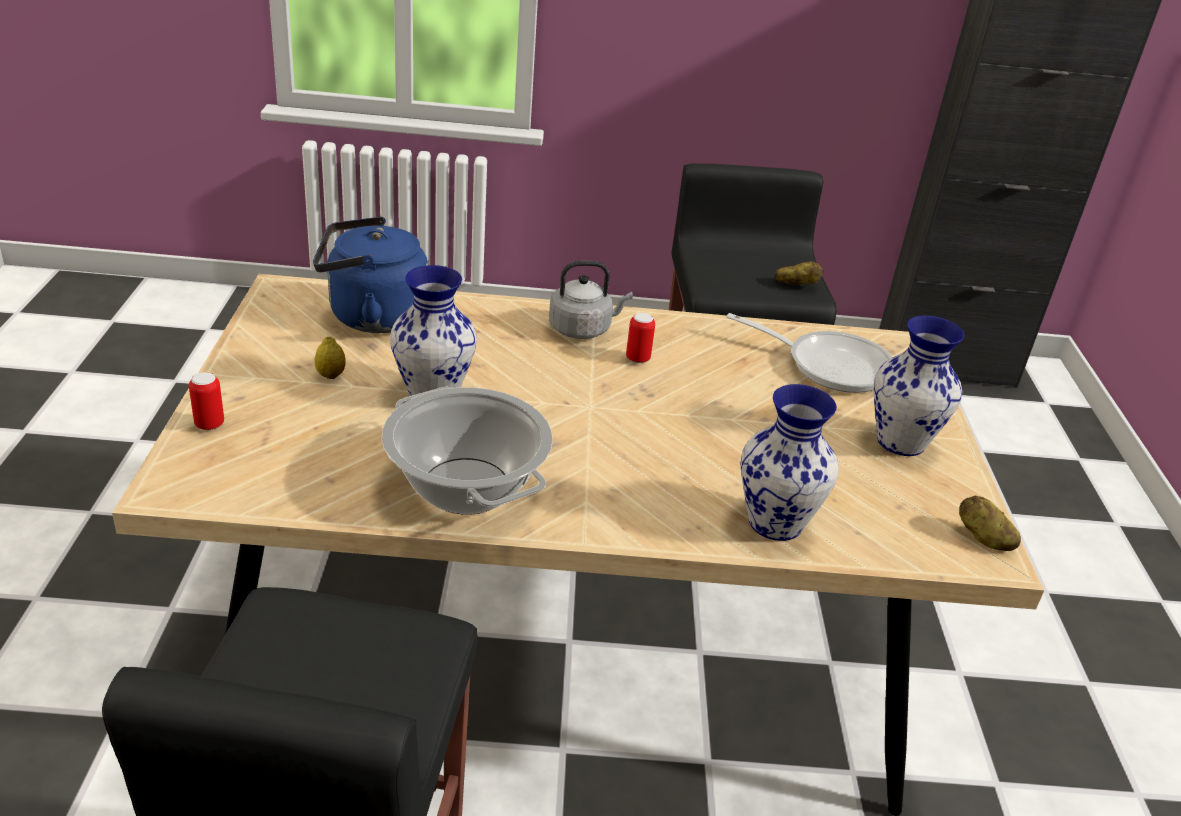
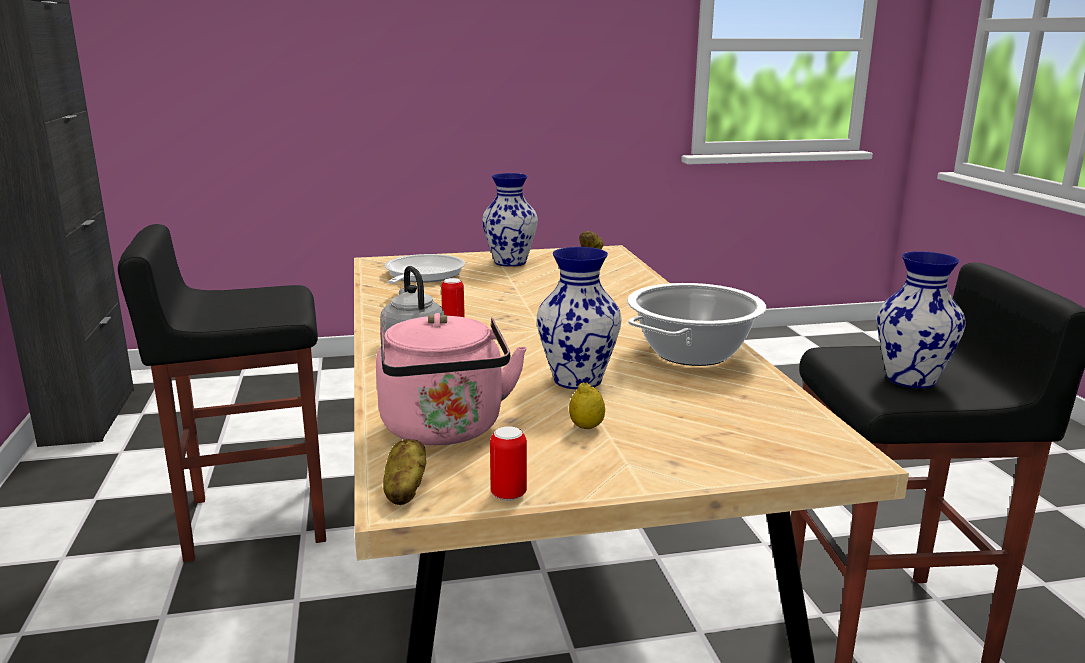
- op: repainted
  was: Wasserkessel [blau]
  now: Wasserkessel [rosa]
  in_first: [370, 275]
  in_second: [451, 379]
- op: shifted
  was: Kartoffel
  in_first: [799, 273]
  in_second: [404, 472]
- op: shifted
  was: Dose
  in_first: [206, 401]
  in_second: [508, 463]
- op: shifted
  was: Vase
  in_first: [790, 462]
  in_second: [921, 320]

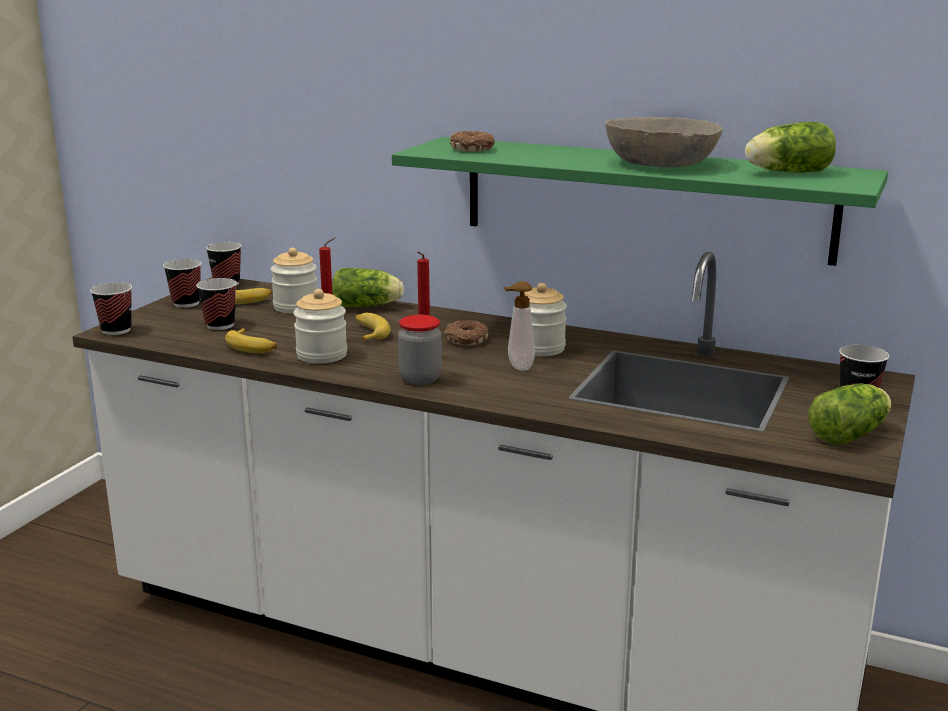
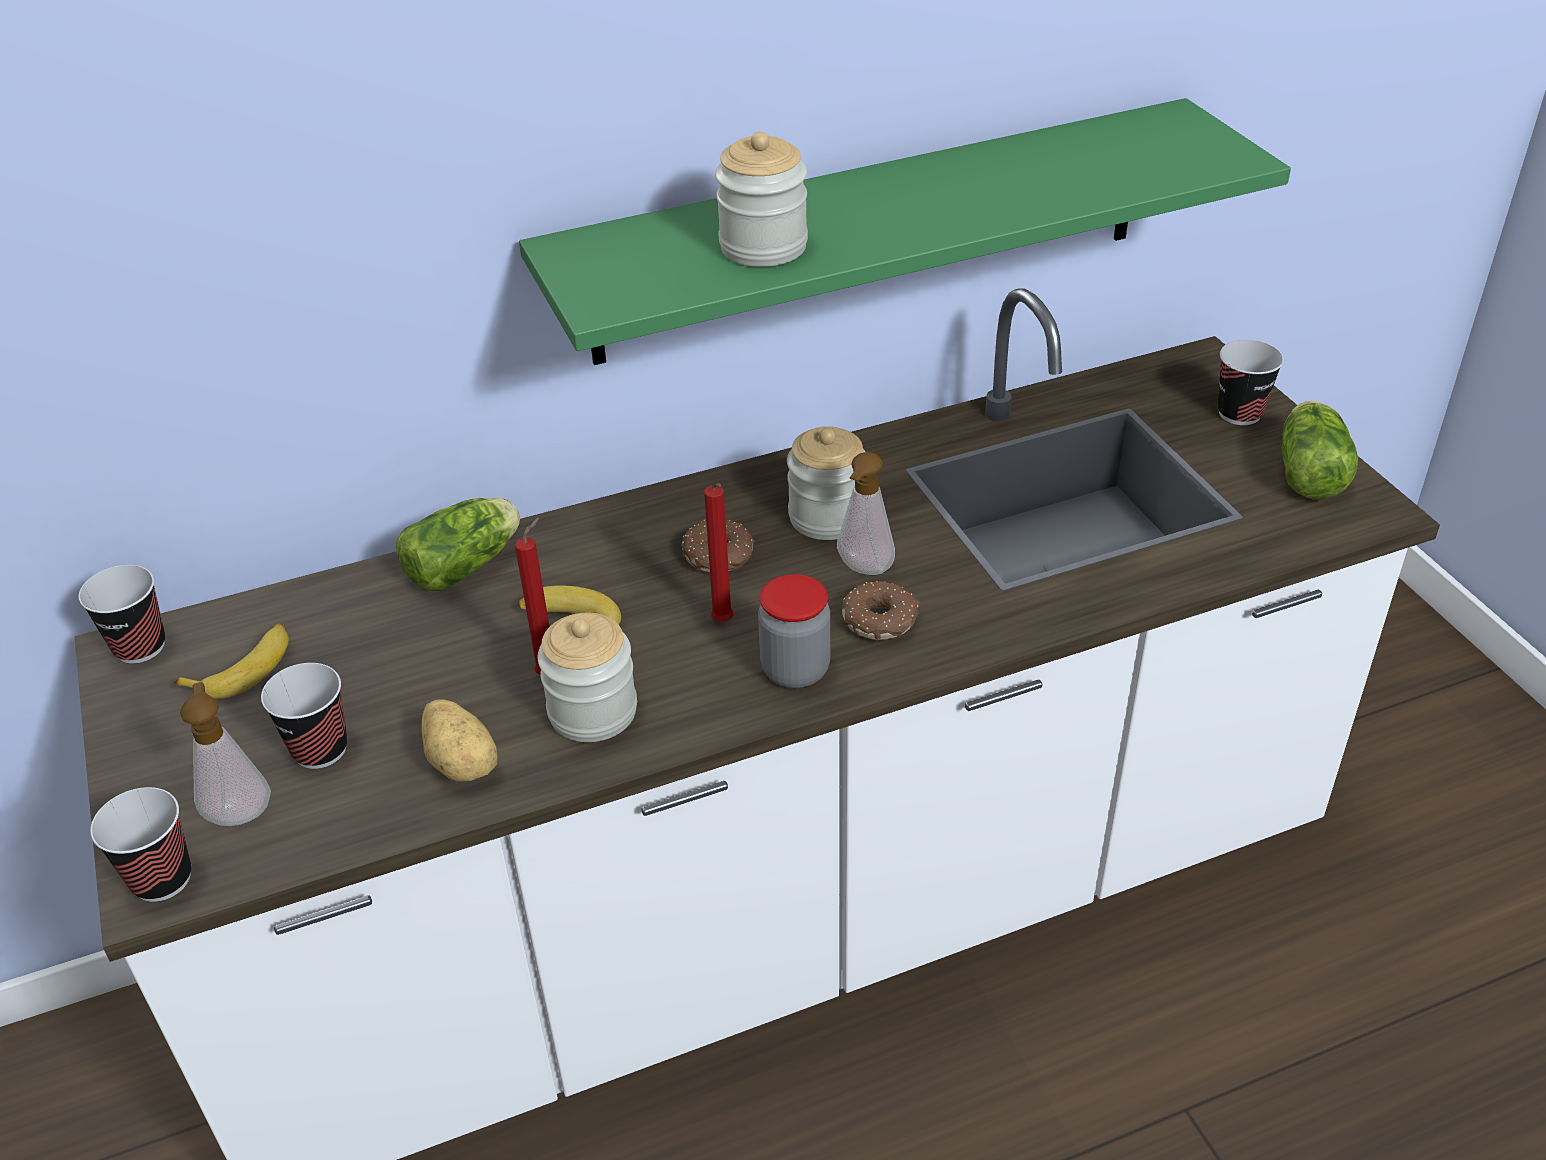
- op: gone
  was: Schüssel [grau]
  in_first: [664, 142]
- op: gone
  was: Salatkopf
  in_first: [790, 147]
- op: shifted
  was: Donut
  in_first: [472, 141]
  in_second: [881, 610]
- op: shifted
  was: Vorratsglas
  in_first: [294, 280]
  in_second: [761, 199]
- op: gone
  was: Tasse
  in_first: [182, 283]
- op: swapped
  was: Banane
  now: Kartoffel
  in_first: [251, 340]
  in_second: [459, 740]
- op: new
  now: Seifenspender
  in_second: [225, 754]

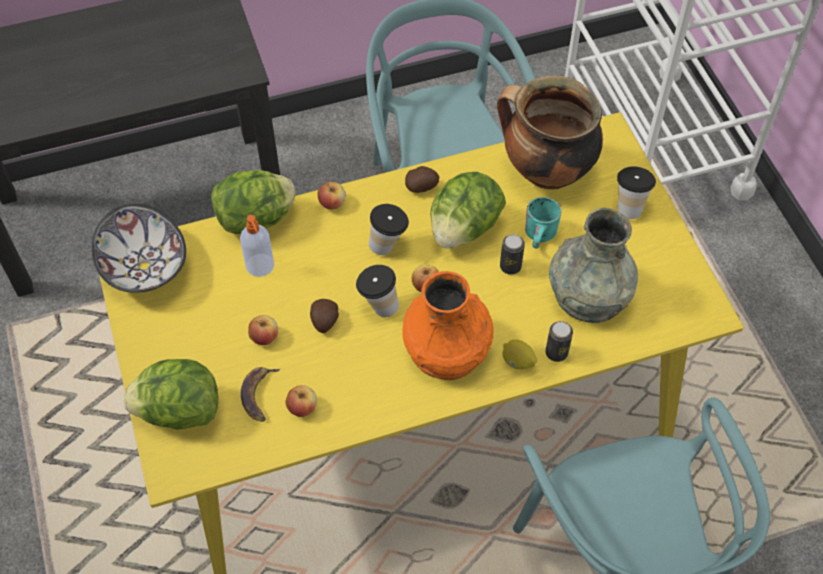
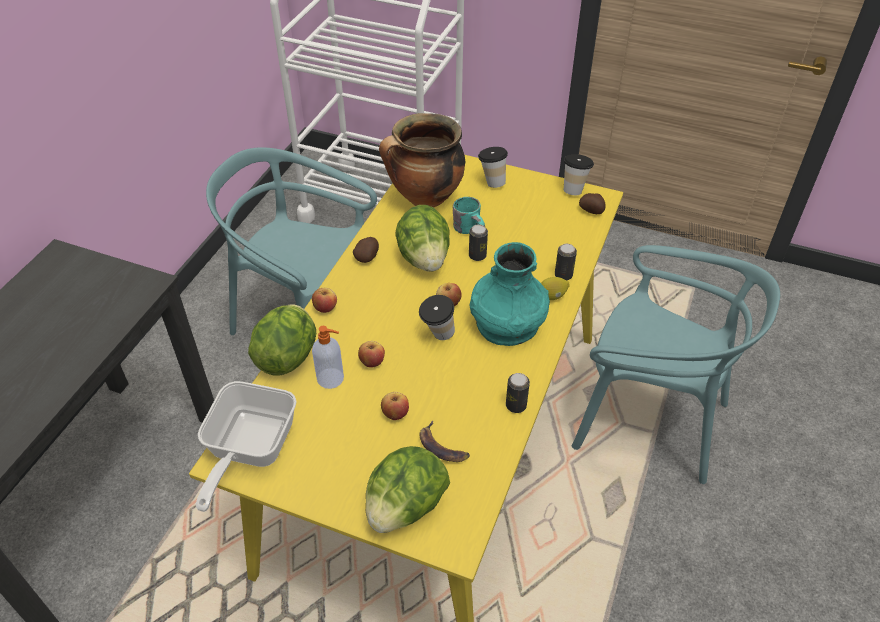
- op: swapped
  was: Schüssel
  now: Pfanne
  in_first: [139, 248]
  in_second: [246, 446]
- op: shifted
  was: Tasse
  in_first: [389, 229]
  in_second: [579, 174]
- op: gone
  was: Vase [grau]
  in_first: [593, 265]
- op: repainted
  was: Vase [orange]
  now: Vase [türkis]
  in_first: [447, 325]
  in_second: [510, 294]
- op: shifted
  was: Kartoffel
  in_first: [324, 316]
  in_second: [592, 203]
- op: shifted
  was: Apfel
  in_first: [301, 401]
  in_second: [371, 354]
- op: new
  now: Dose
  in_second: [518, 393]

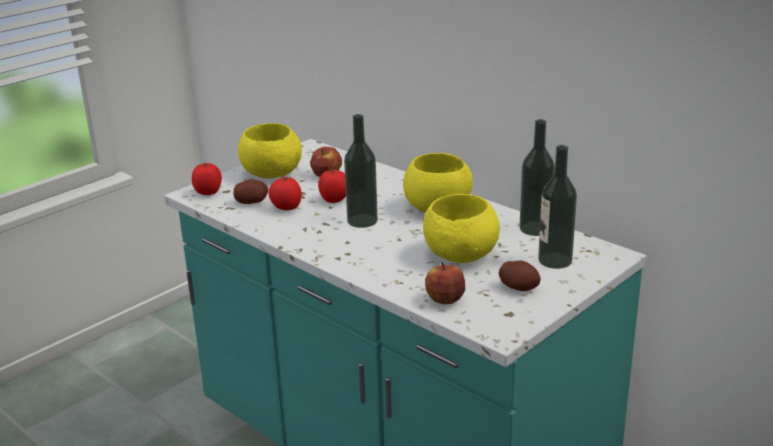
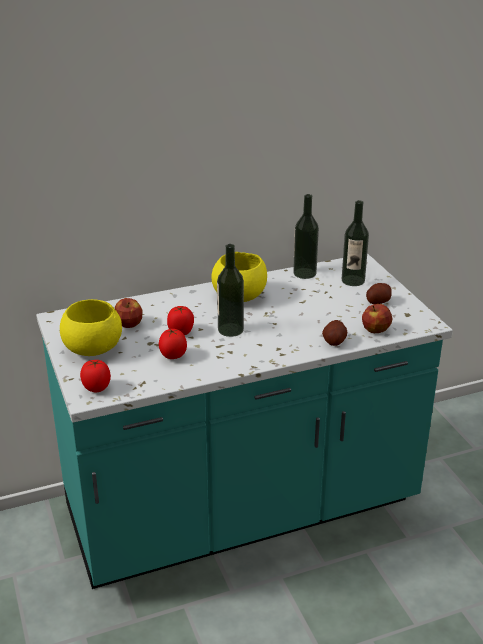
- op: shifted
  was: Kartoffel
  in_first: [251, 191]
  in_second: [334, 333]
- op: gone
  was: Schüssel [gelb]
  in_first: [461, 228]

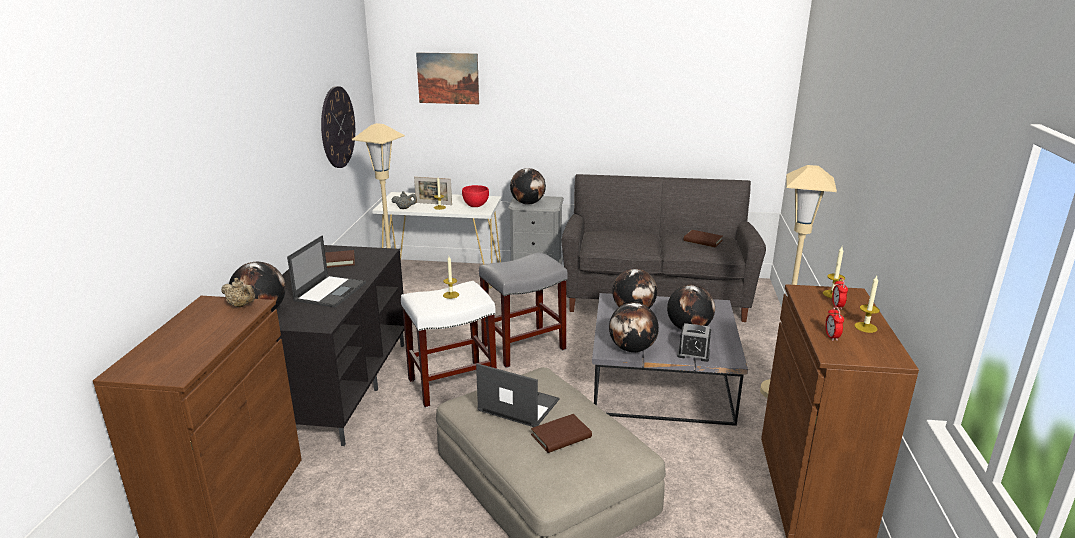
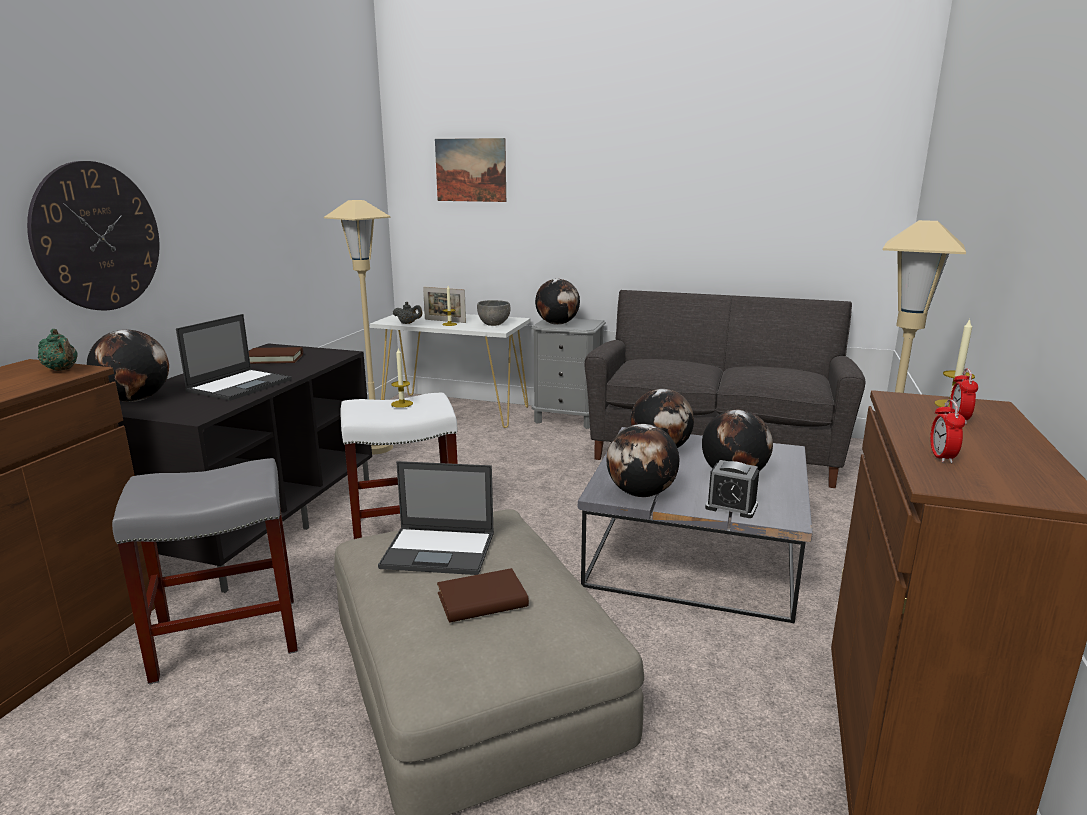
- op: shifted
  was: Wanduhr
  in_first: [338, 127]
  in_second: [93, 235]
- op: repainted
  was: Schüssel [rot]
  now: Schüssel [grau]
  in_first: [475, 196]
  in_second: [493, 313]
- op: gone
  was: Buch [braun]
  in_first: [703, 238]
- op: shifted
  was: Hocker [grau]
  in_first: [523, 310]
  in_second: [205, 571]
- op: gone
  was: Kerze
  in_first: [867, 304]
- op: repainted
  was: Teekanne [beige]
  now: Teekanne [grün]
  in_first: [238, 292]
  in_second: [58, 350]
- op: rotated
  was: Laptop
  in_first: [517, 395]
  in_second: [436, 518]
  clockwise: 150

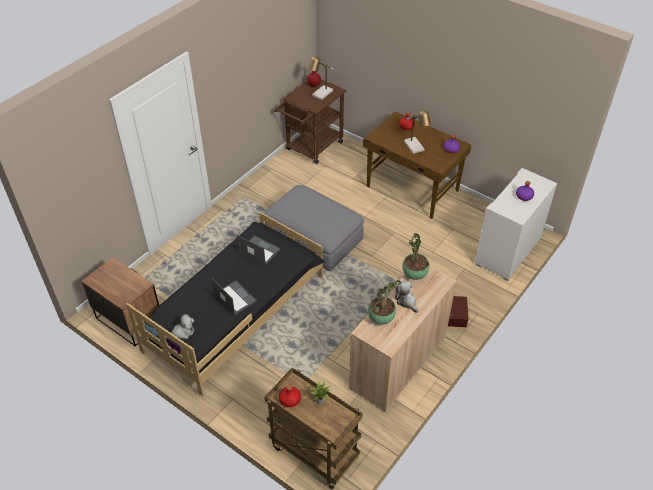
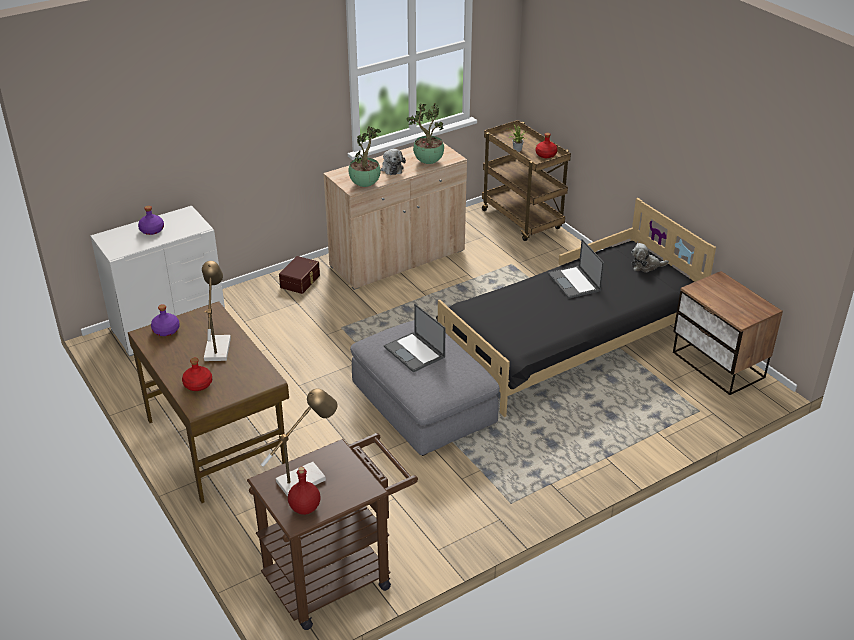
- op: shifted
  was: Laptop
  in_first: [259, 250]
  in_second: [414, 338]

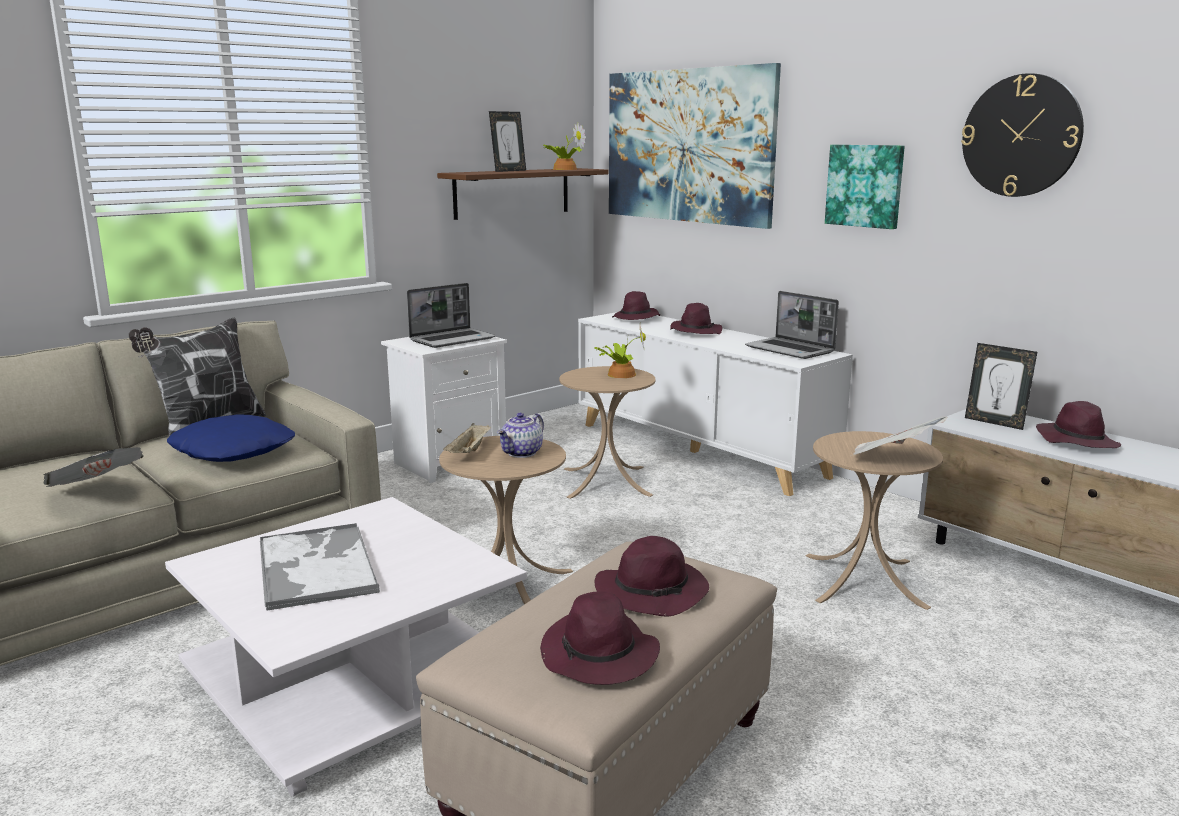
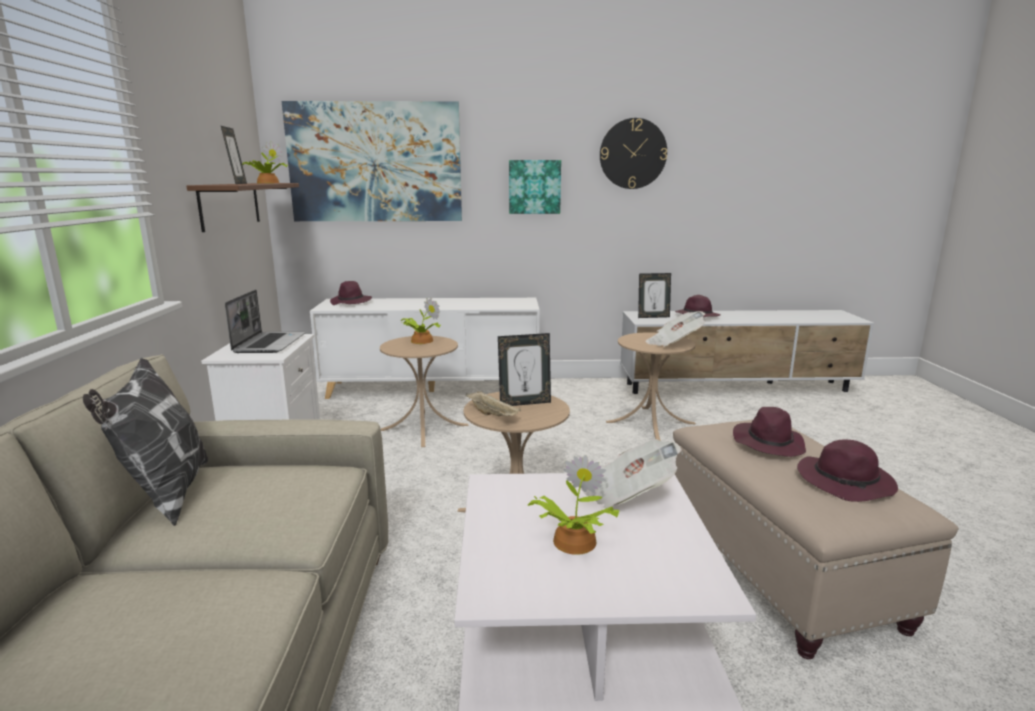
- op: gone
  was: Laptop
  in_first: [792, 325]
- op: gone
  was: Hut [lila]
  in_first: [696, 318]
- op: swapped
  was: Teekanne
  now: Bilderrahmen
  in_first: [520, 435]
  in_second: [524, 369]
- op: gone
  was: Kissen [blau]
  in_first: [231, 438]
- op: shifted
  was: Zeitung
  in_first: [94, 467]
  in_second: [631, 474]
- op: swapped
  was: Tablett
  now: Topfpflanze
  in_first: [320, 567]
  in_second: [572, 505]

